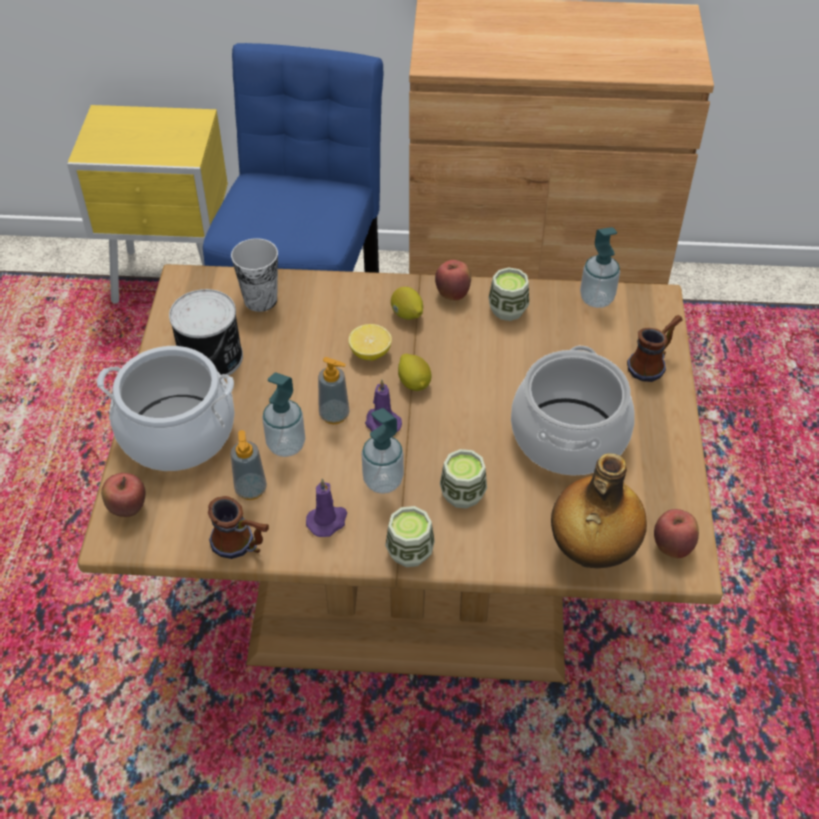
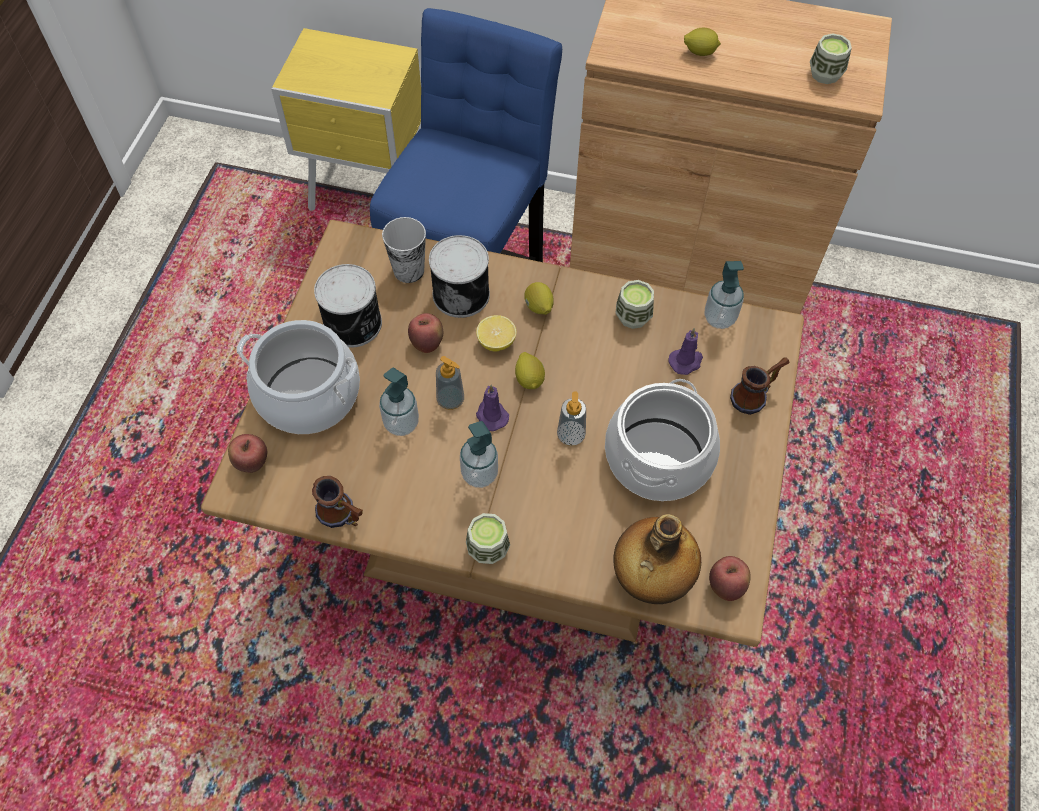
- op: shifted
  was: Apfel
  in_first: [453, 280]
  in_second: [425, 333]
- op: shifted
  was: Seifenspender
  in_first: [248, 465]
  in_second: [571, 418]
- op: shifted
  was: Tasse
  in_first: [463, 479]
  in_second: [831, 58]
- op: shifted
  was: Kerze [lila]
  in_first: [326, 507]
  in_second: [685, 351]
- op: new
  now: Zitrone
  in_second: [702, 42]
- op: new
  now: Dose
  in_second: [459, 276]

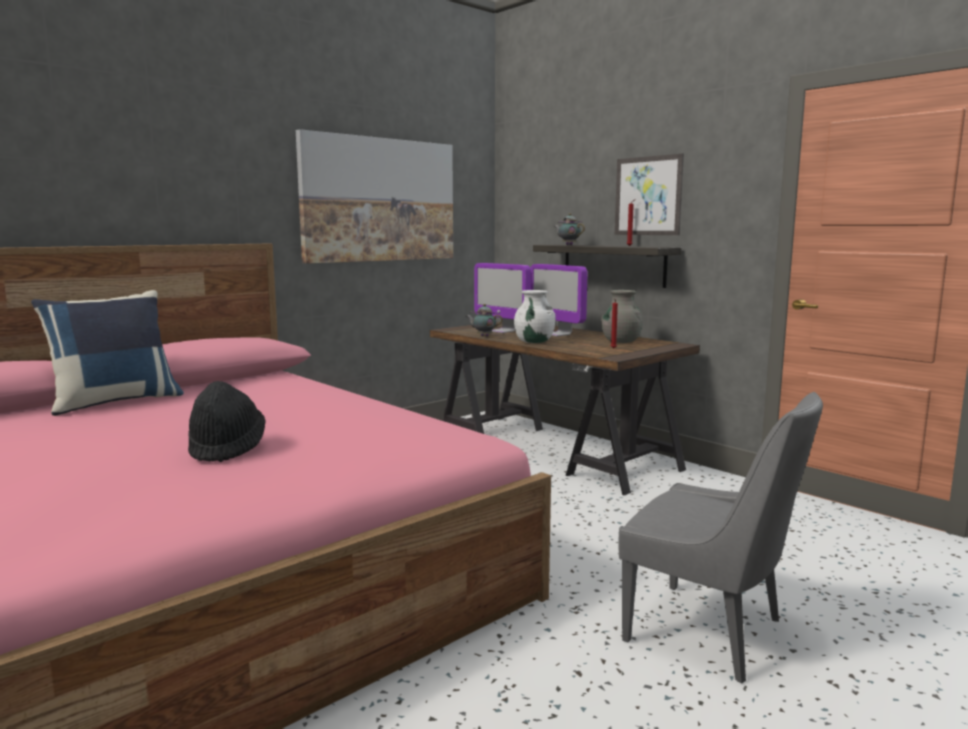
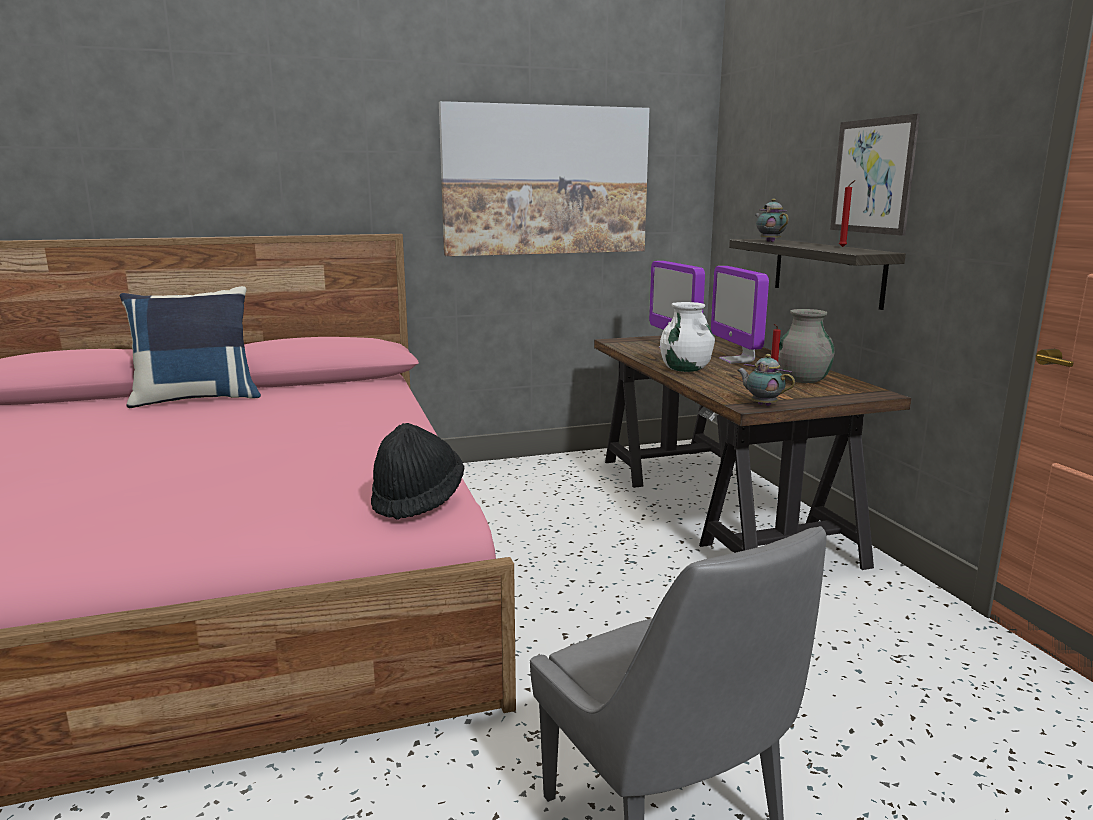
- op: shifted
  was: Teekanne
  in_first: [484, 320]
  in_second: [766, 380]
- op: shifted
  was: Hut [schwarz]
  in_first: [226, 421]
  in_second: [417, 471]

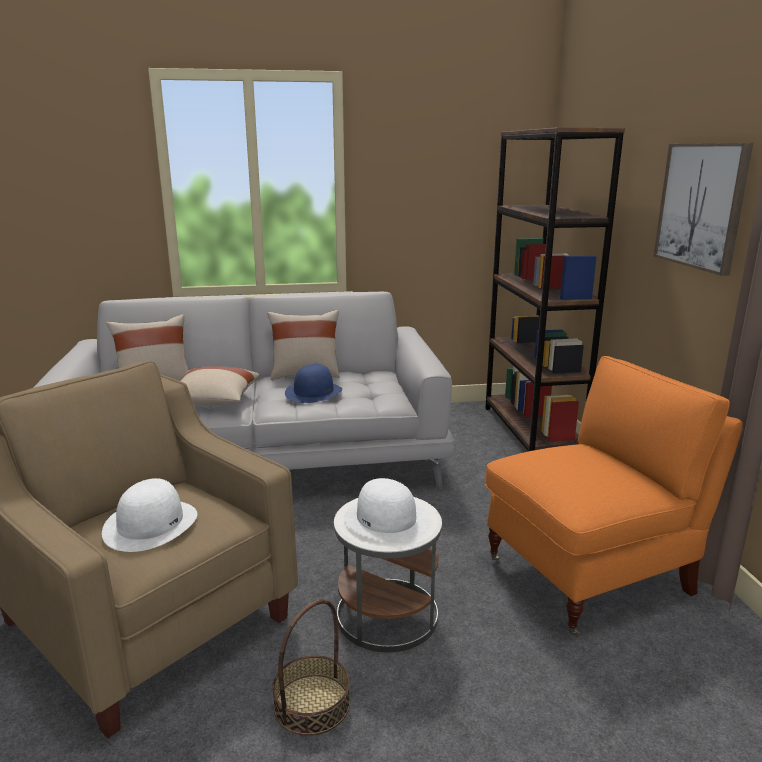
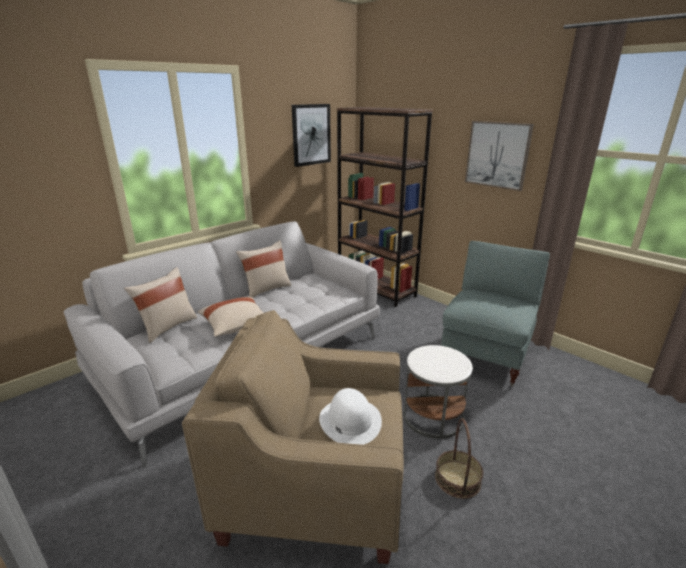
- op: repainted
  was: Sessel [orange]
  now: Sessel [grau]
  in_first: [614, 496]
  in_second: [495, 314]
- op: gone
  was: Hut [blau]
  in_first: [313, 383]
- op: gone
  was: Hut [weiß]
  in_first: [387, 510]
- op: new
  now: Bild
  in_second: [311, 135]

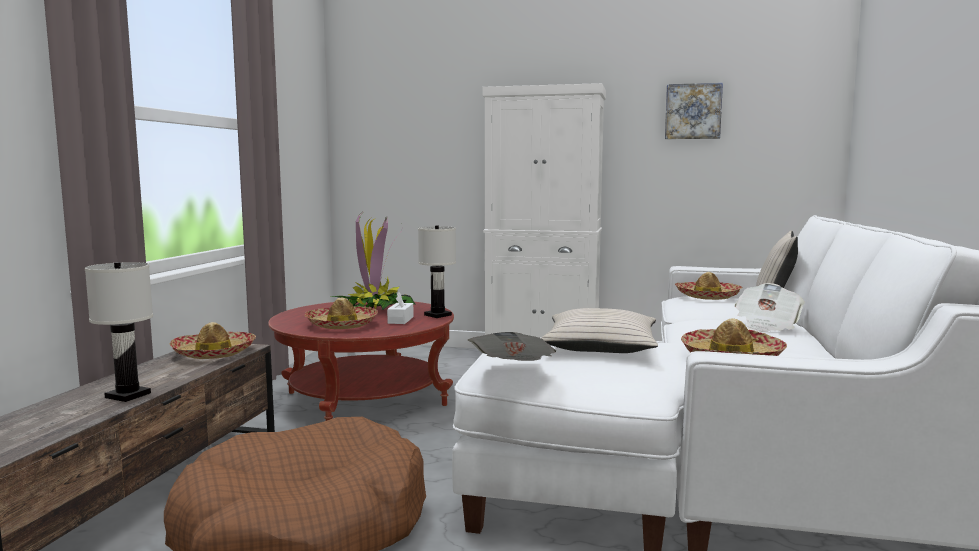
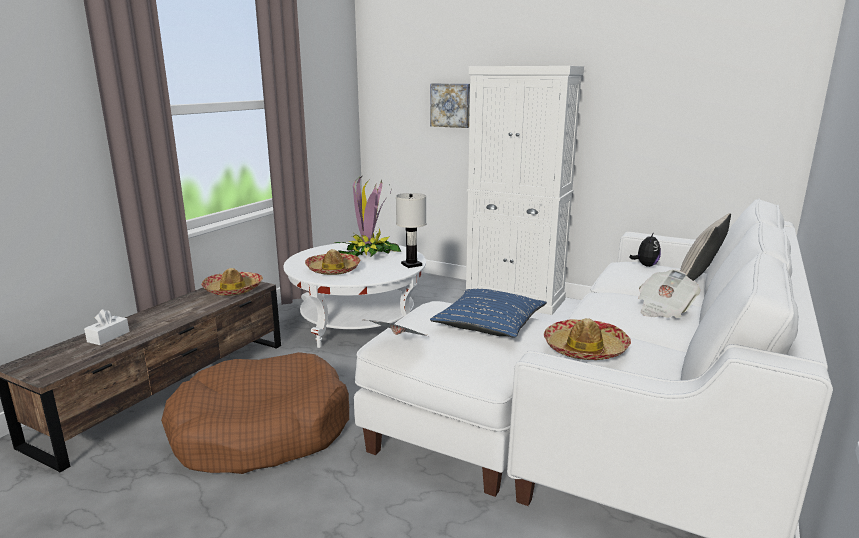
- op: shifted
  was: Bild
  in_first: [694, 111]
  in_second: [450, 105]
- op: gone
  was: Tischlampe [weiß]
  in_first: [119, 332]
- op: swapped
  was: Hut
  now: Plüschtier
  in_first: [708, 286]
  in_second: [645, 249]
- op: shifted
  was: Taschentuchbox [weiß]
  in_first: [400, 308]
  in_second: [106, 327]
- op: repainted
  was: Couchtisch [rot]
  now: Couchtisch [weiß]
  in_first: [361, 361]
  in_second: [354, 295]
- op: repainted
  was: Kissen [beige]
  now: Kissen [blau]
  in_first: [599, 330]
  in_second: [488, 313]

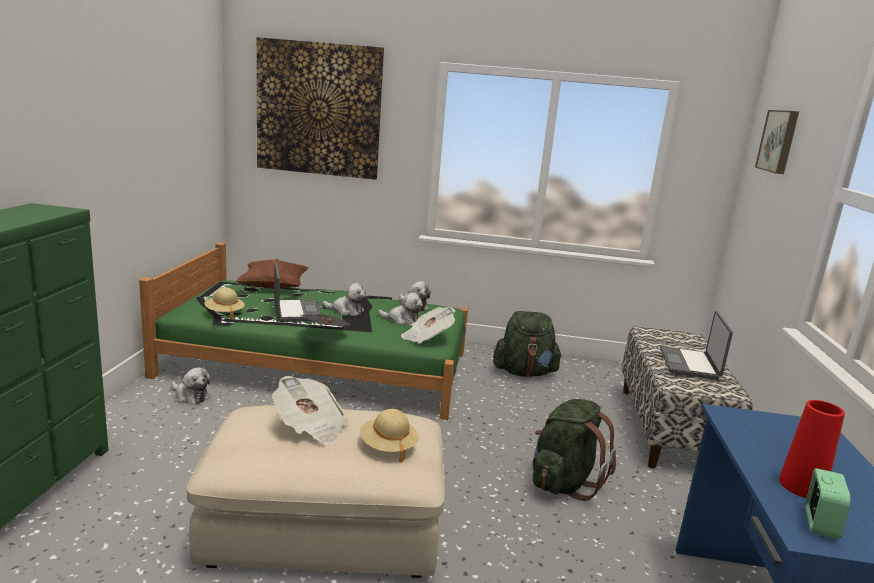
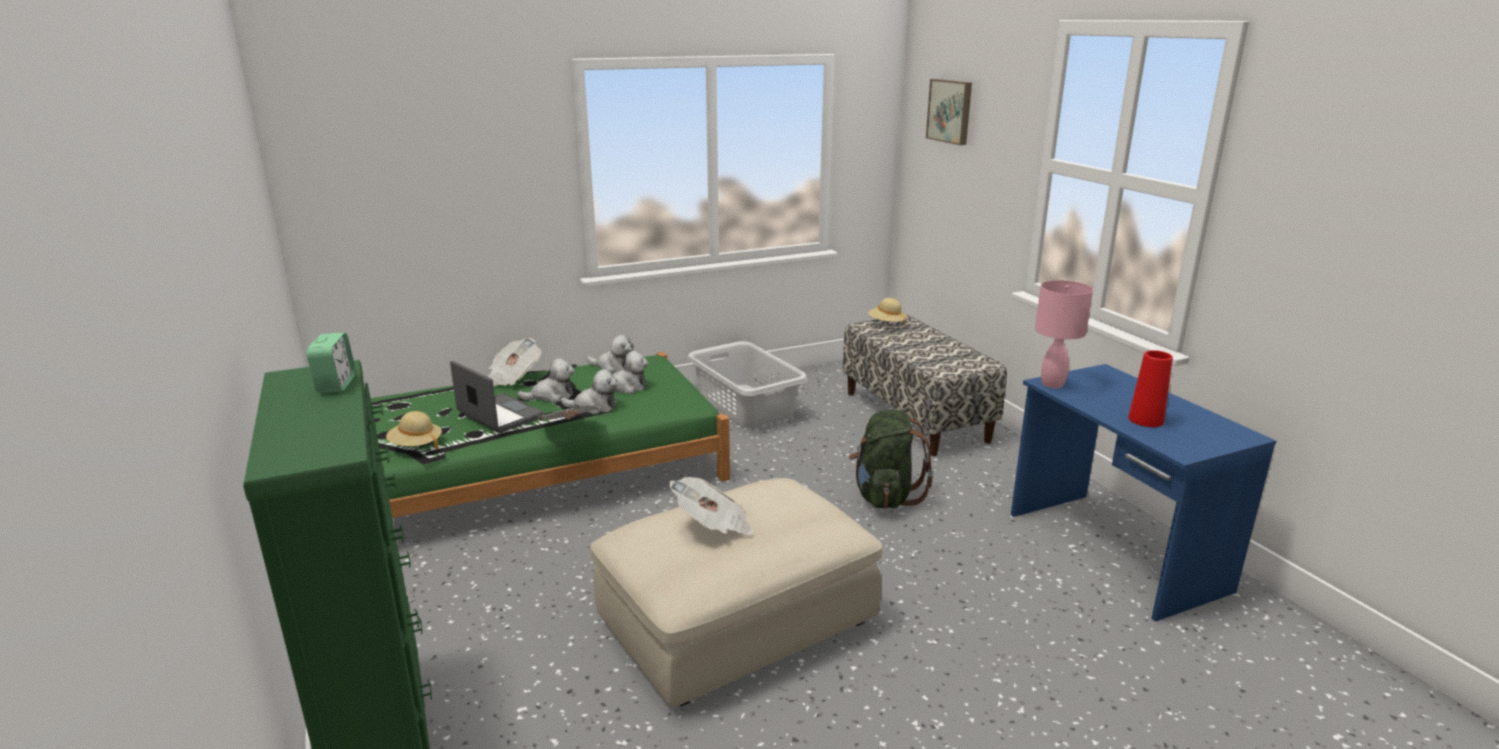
- op: gone
  was: Bild
  in_first: [320, 108]
- op: gone
  was: Kissen [braun]
  in_first: [272, 274]
- op: shifted
  was: Zeitung
  in_first: [428, 325]
  in_second: [514, 362]
- op: swapped
  was: Rucksack [grün]
  now: Wäschekorb [grau]
  in_first: [527, 344]
  in_second: [747, 384]
- op: gone
  was: Laptop
  in_first: [696, 345]
- op: shifted
  was: Plüschtier
  in_first: [191, 386]
  in_second: [589, 391]
- op: shifted
  was: Hut [beige]
  in_first: [389, 435]
  in_second: [887, 312]
- op: shifted
  was: Wecker
  in_first: [828, 504]
  in_second: [330, 362]
- op: new
  now: Tischlampe [rosa]
  in_second: [1064, 334]

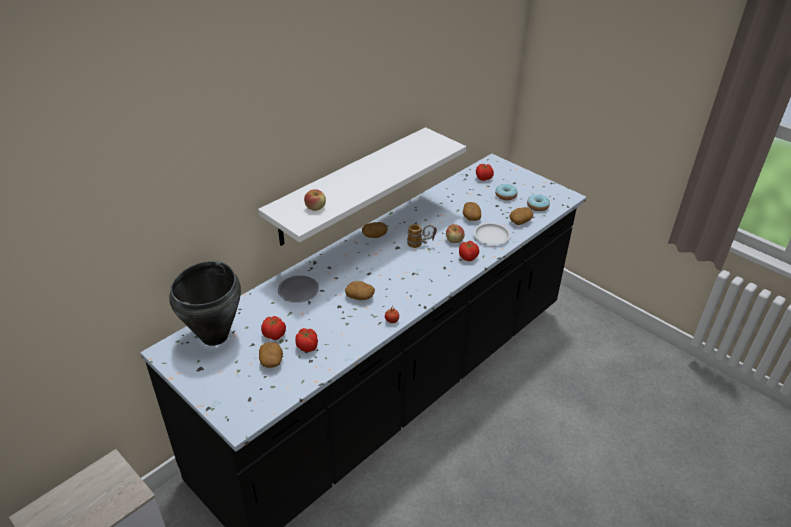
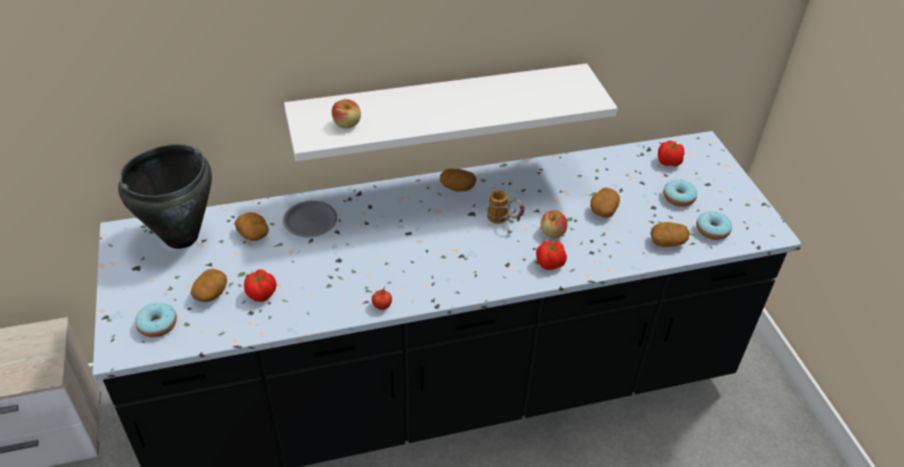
- op: gone
  was: Teller [weiß]
  in_first: [492, 234]
- op: shifted
  was: Kartoffel
  in_first: [360, 290]
  in_second: [252, 226]
- op: gone
  was: Tomate
  in_first: [273, 328]
- op: new
  now: Donut
  in_second: [156, 320]

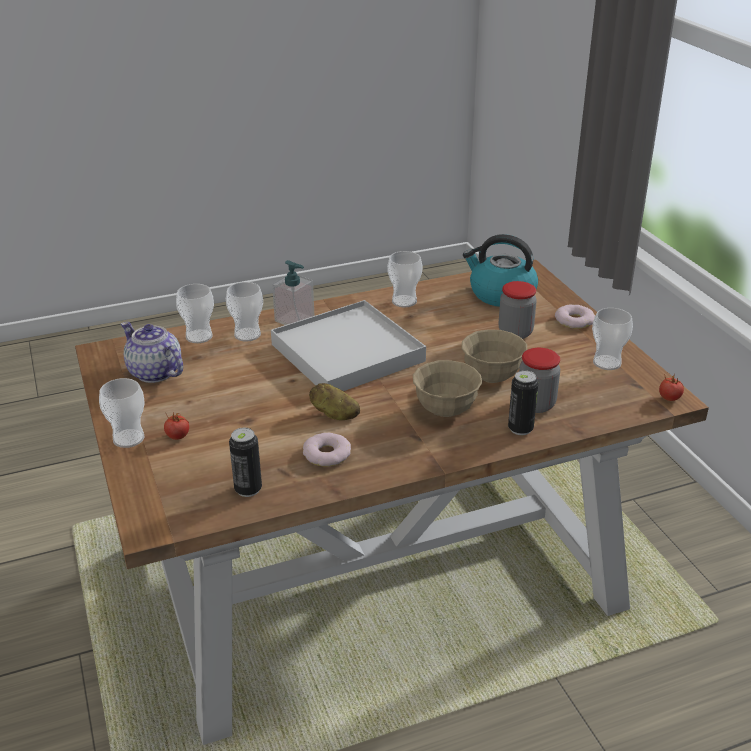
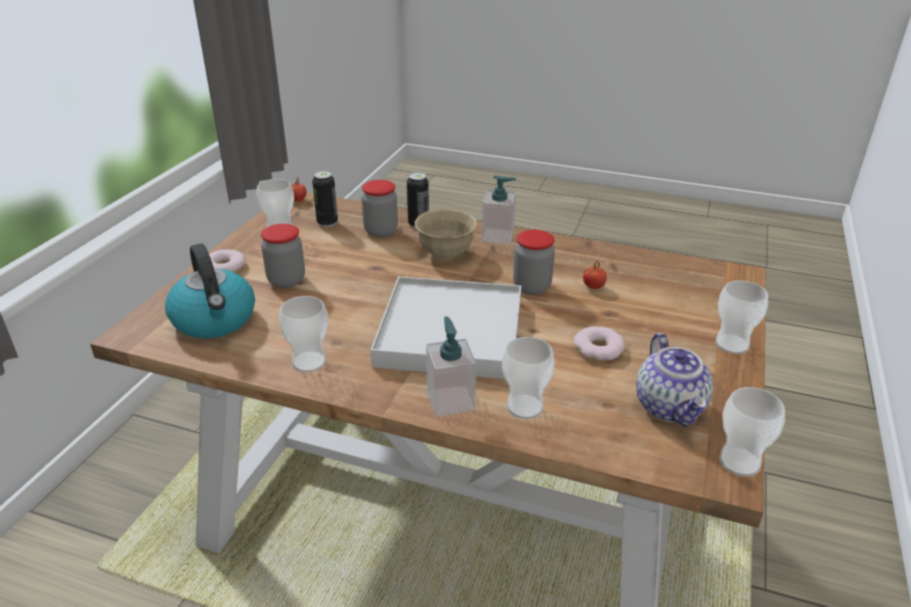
- op: shifted
  was: Tasse
  in_first: [195, 313]
  in_second: [752, 432]
- op: gone
  was: Schüssel [beige]
  in_first: [494, 356]
- op: swapped
  was: Kartoffel
  now: Vorratsglas
  in_first: [334, 401]
  in_second: [534, 262]
- op: shifted
  was: Tomate
  in_first: [176, 426]
  in_second: [595, 275]
- op: shifted
  was: Dose
  in_first: [245, 462]
  in_second: [325, 199]
- op: shifted
  was: Donut
  in_first: [327, 449]
  in_second: [599, 344]
- op: new
  now: Seifenspender
  in_second: [499, 210]

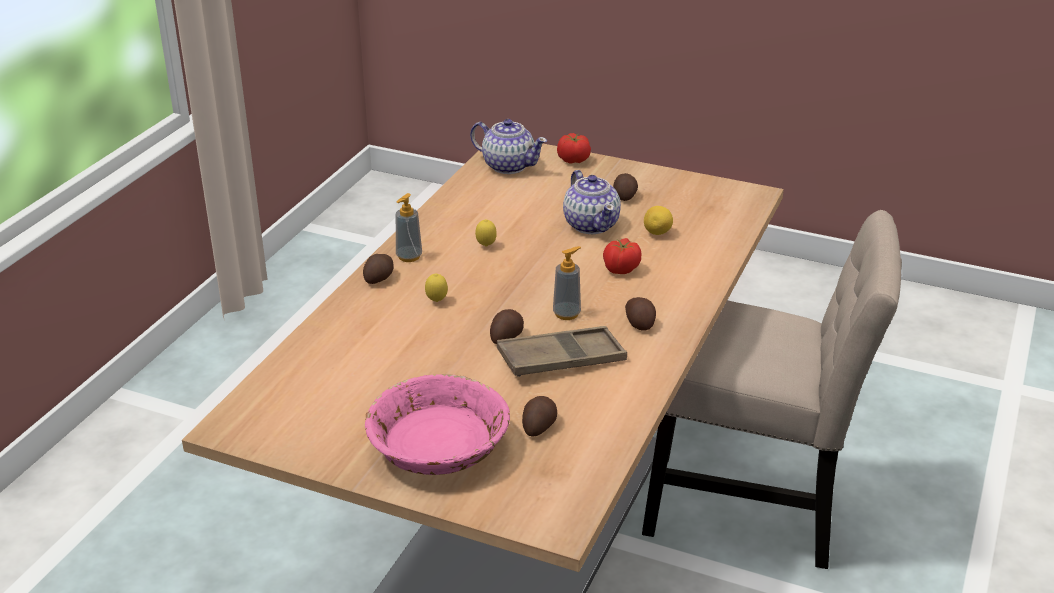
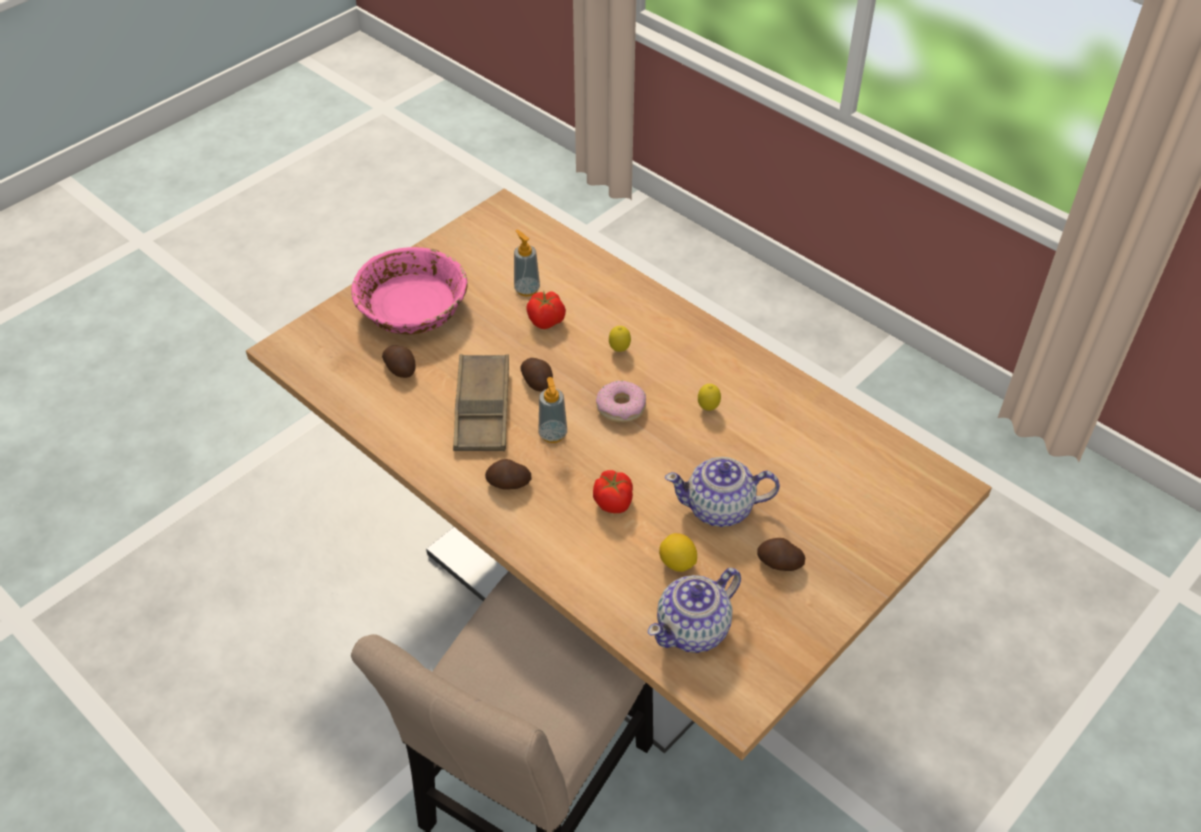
- op: shifted
  was: Teekanne
  in_first: [508, 146]
  in_second: [694, 610]
- op: shifted
  was: Tomate
  in_first: [574, 148]
  in_second: [546, 309]
- op: shifted
  was: Seifenspender
  in_first: [409, 227]
  in_second: [527, 263]
- op: gone
  was: Kartoffel
  in_first: [378, 269]
- op: new
  now: Donut
  in_second: [621, 401]

